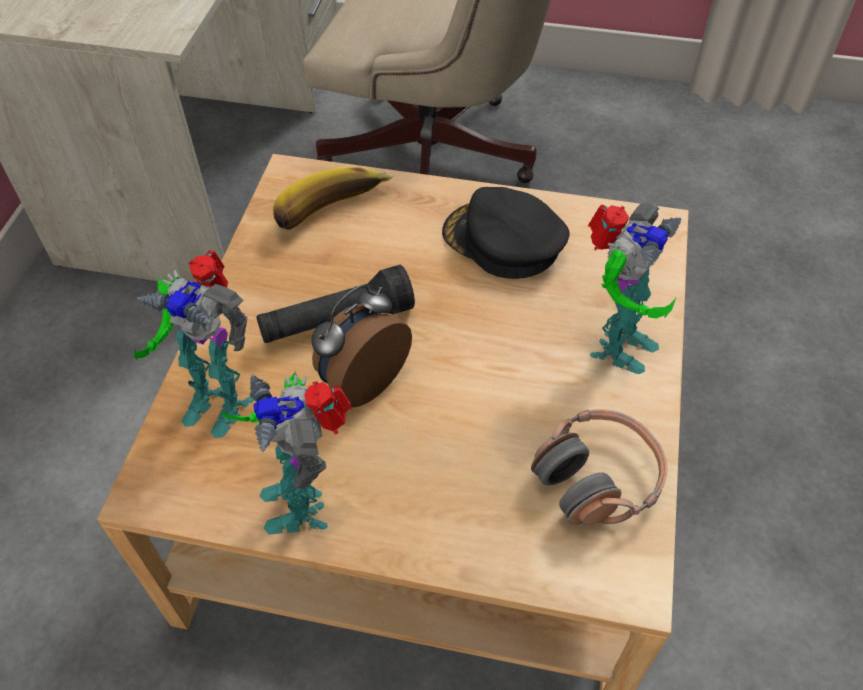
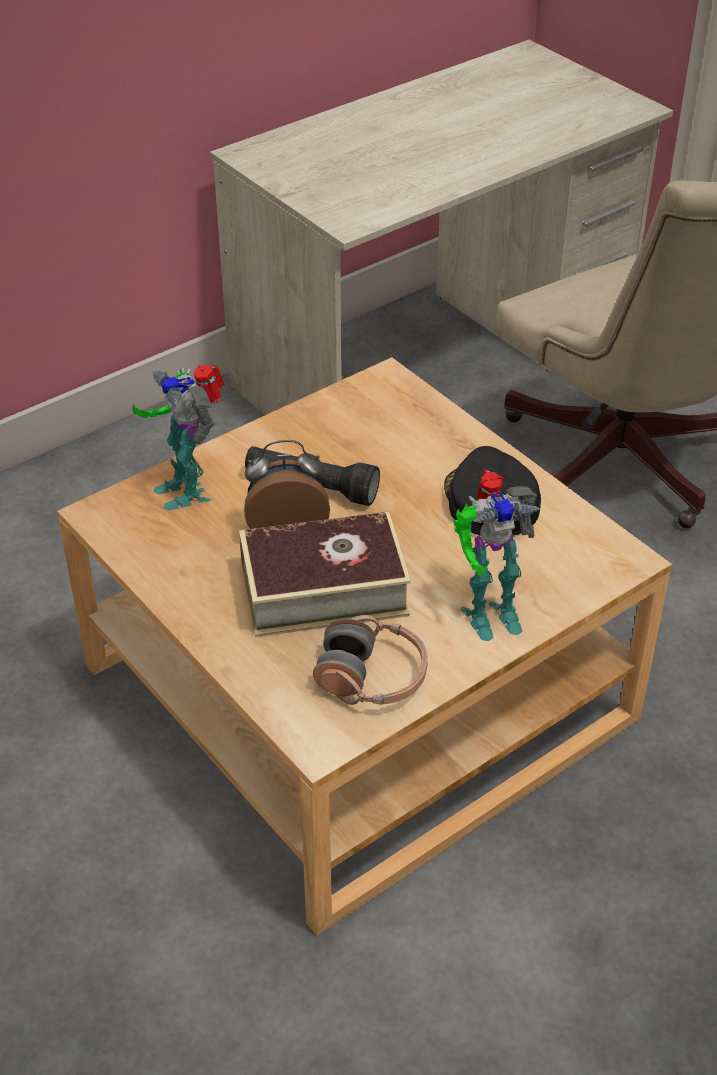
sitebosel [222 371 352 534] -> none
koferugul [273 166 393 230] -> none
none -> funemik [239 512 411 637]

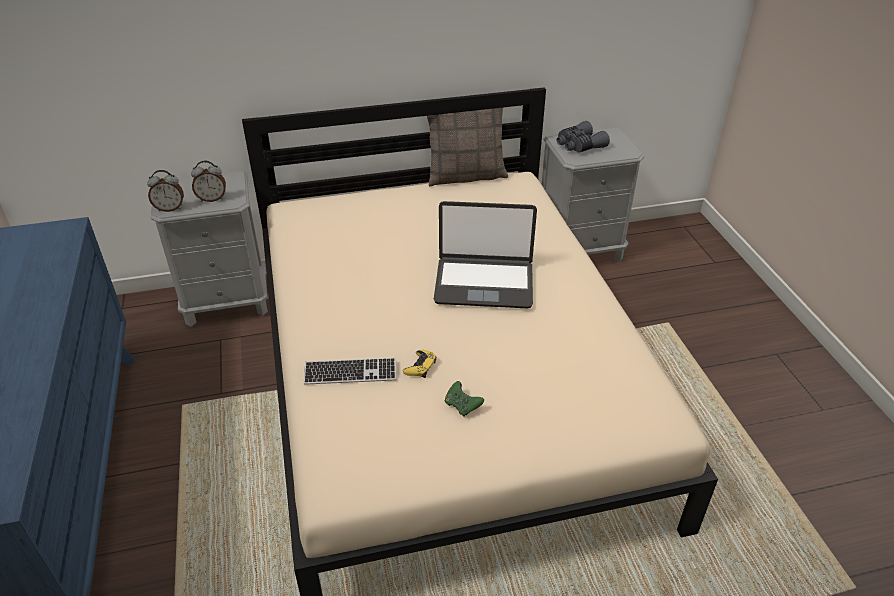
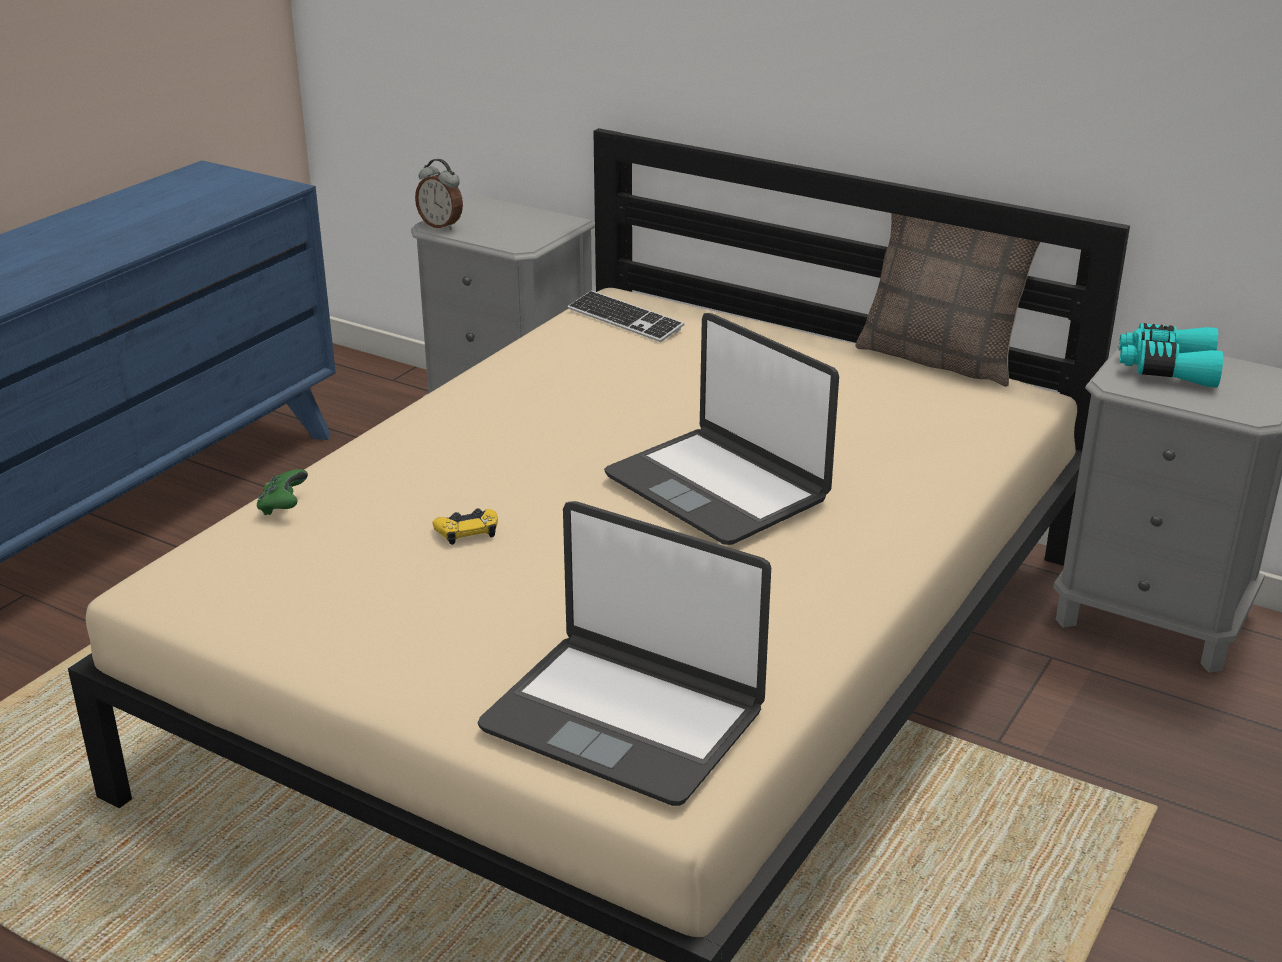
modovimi [191 161 226 202] -> none
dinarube [304 357 397 385] -> dinarube [567 290 685 342], relocated
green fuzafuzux [445 381 484 417] -> green fuzafuzux [257 469 308 515], relocated
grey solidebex [556 121 610 153] -> turquoise solidebex [1119 323 1223 388]
none -> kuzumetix [478 501 771 806]

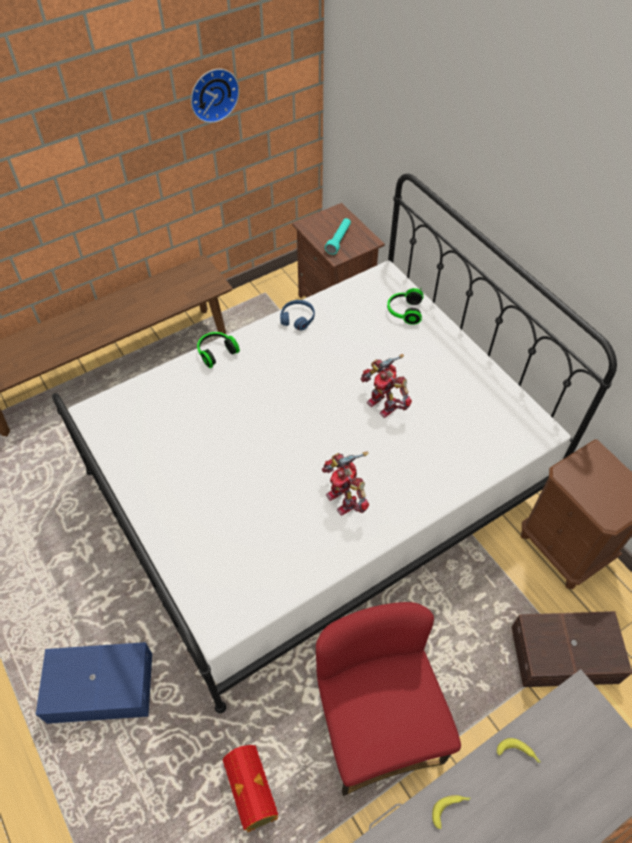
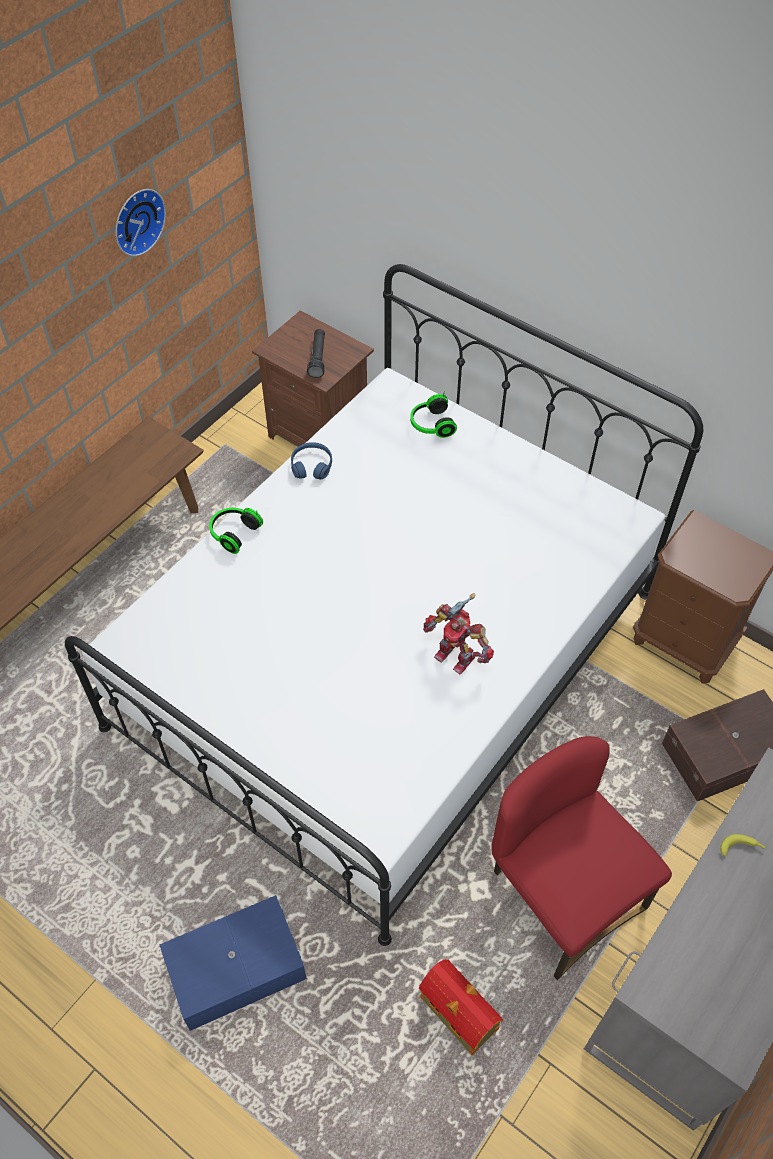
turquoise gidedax [325 218 351 255] -> black gidedax [307 329 325 378]
sitebosel [361 354 412 418] -> none
koferugul [432 795 471 829] -> none

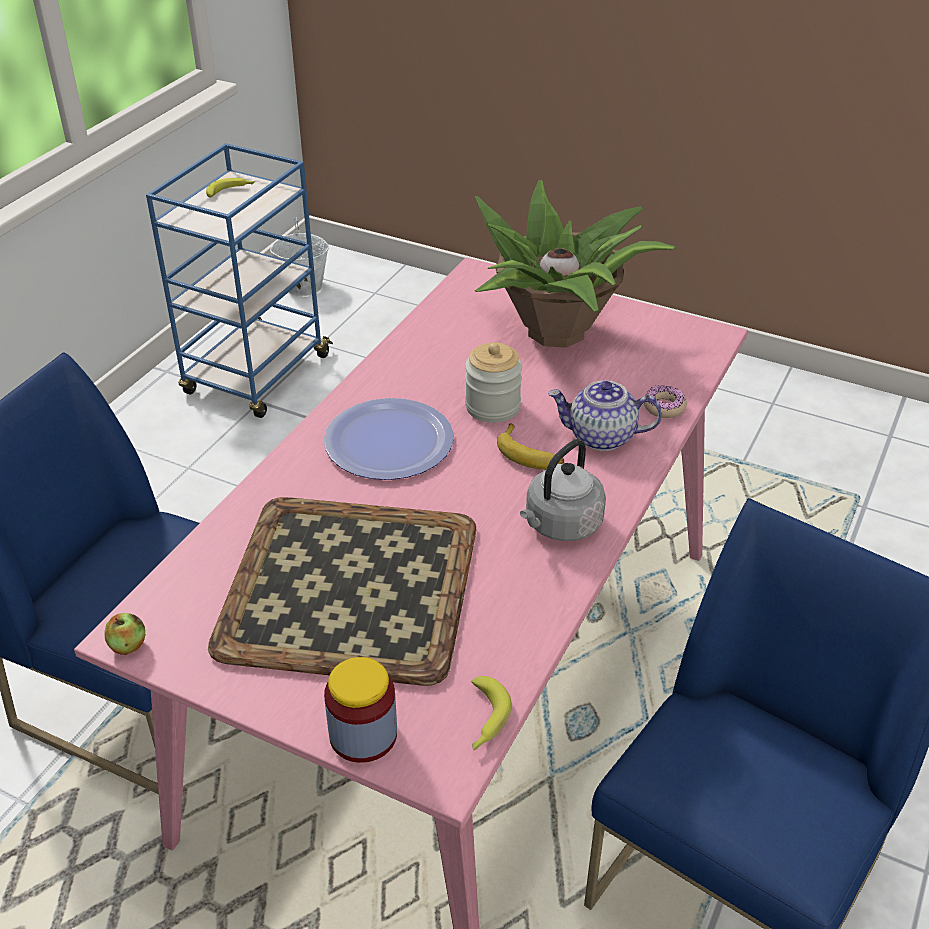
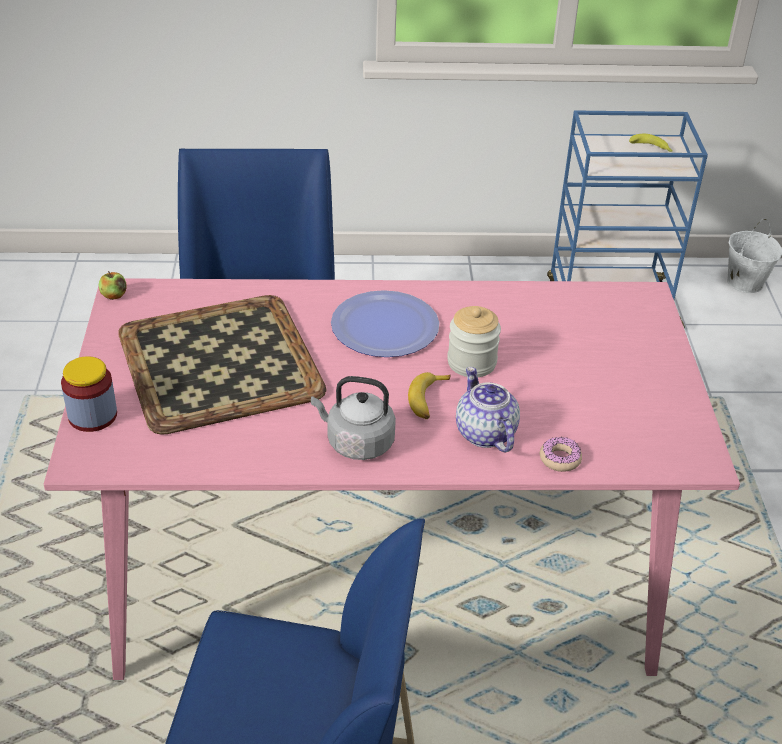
koferugul [471 676 512 750] -> none
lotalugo [475 180 675 348] -> none

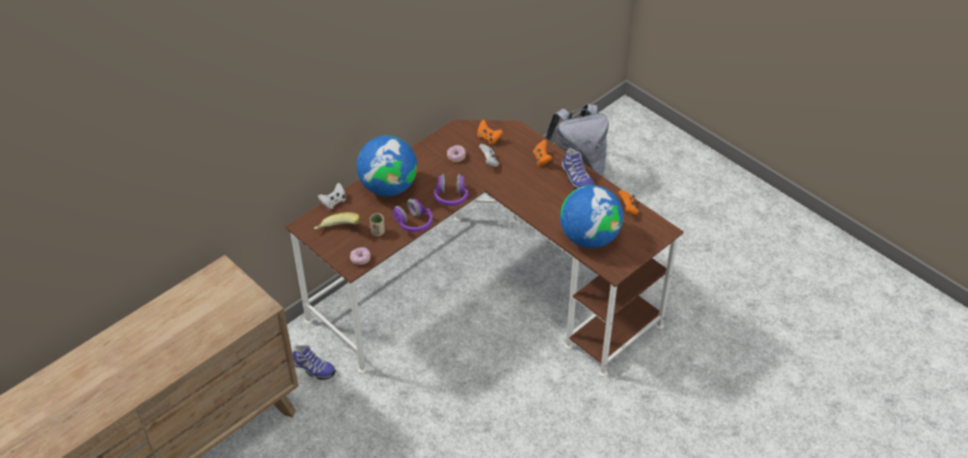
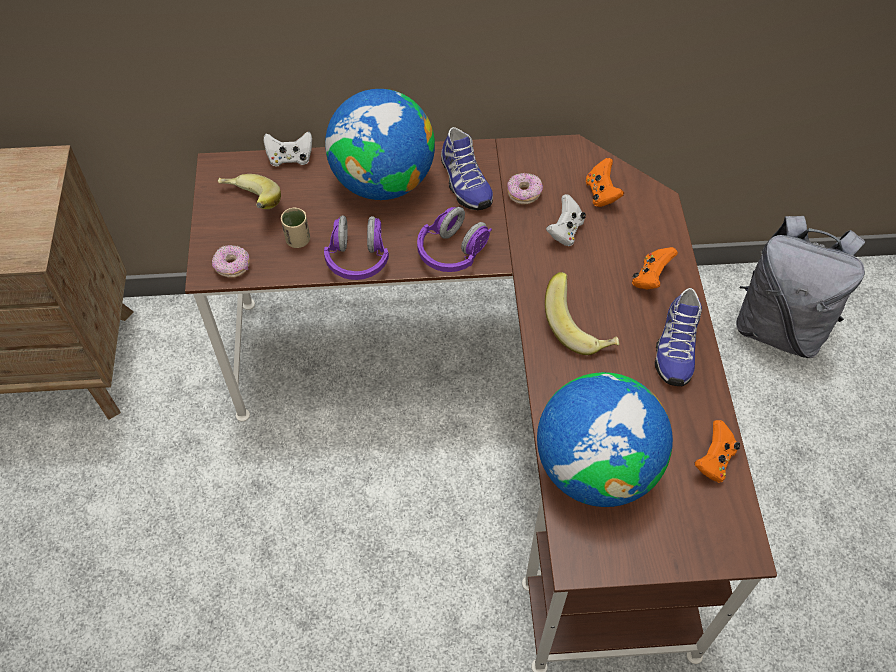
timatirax [293 345 336 380] -> timatirax [441 127 493 210], relocated
none -> koferugul [545 272 619 355]

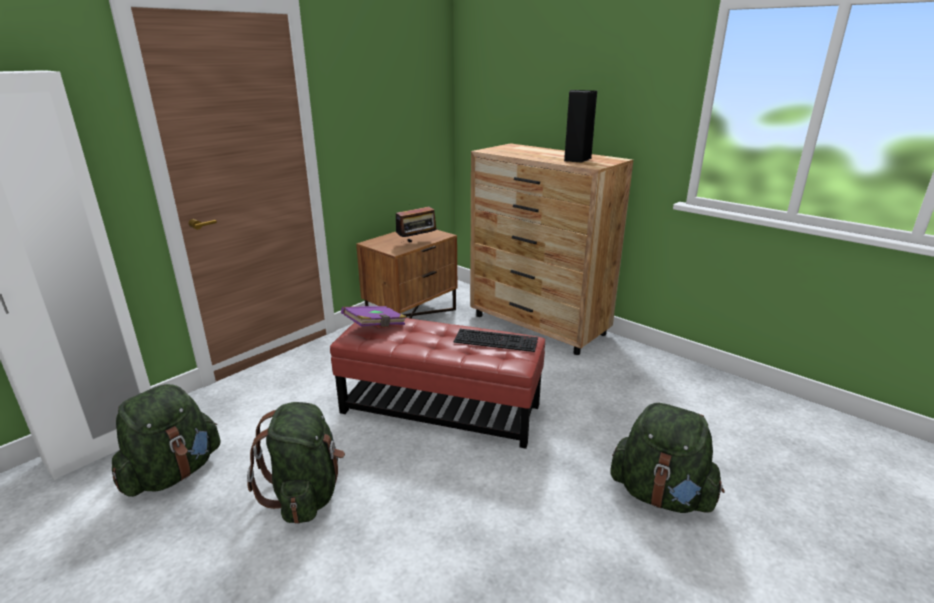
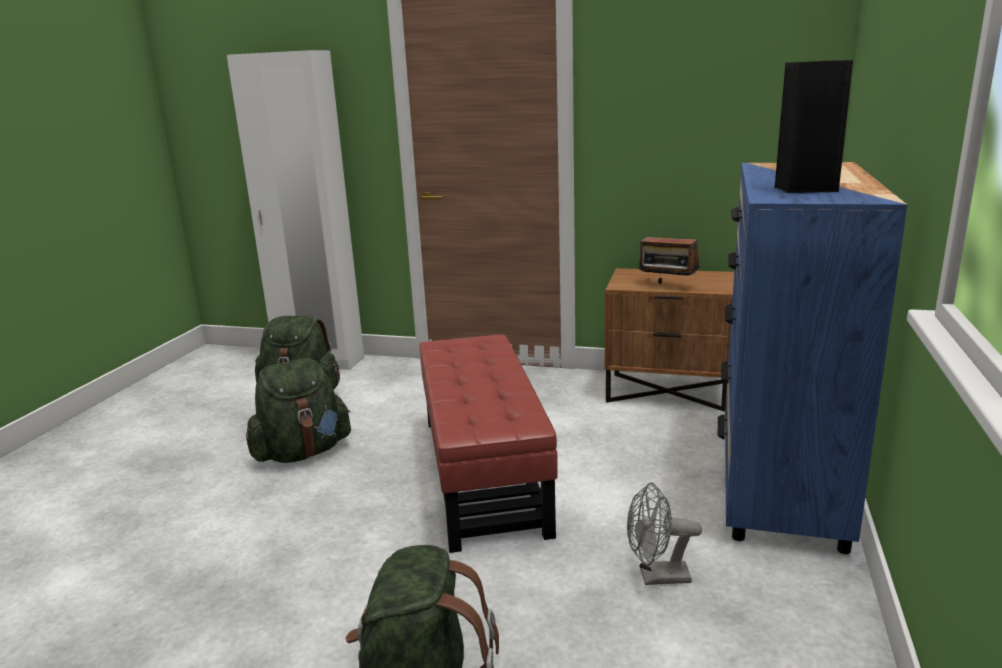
purple funemik [341 306 407 327] -> none
dinarube [454 329 538 352] -> none
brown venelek [470 143 633 355] -> blue venelek [718 162 907 554]
none -> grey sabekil [627 482 702 585]

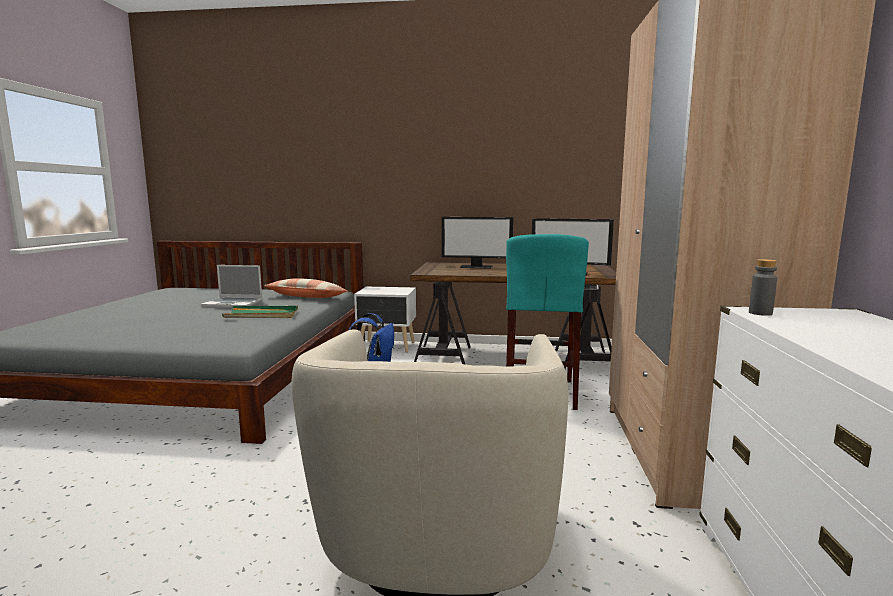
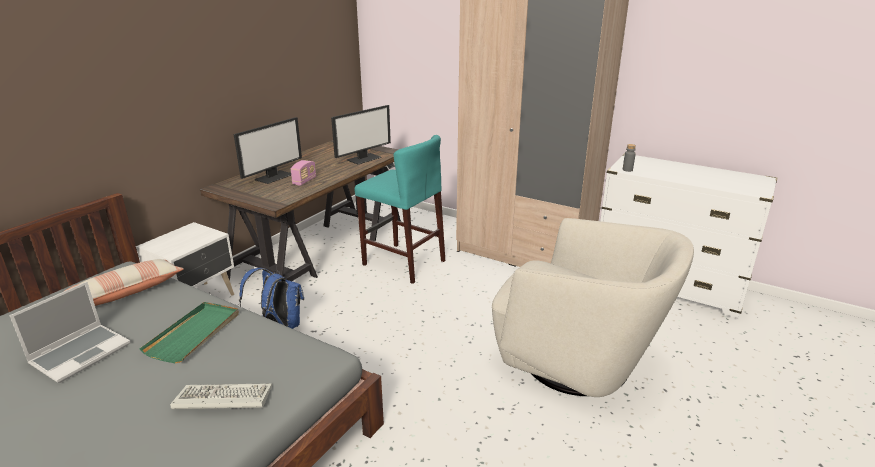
none -> dinarube [170 383 272 409]
none -> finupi [291 160 316 185]

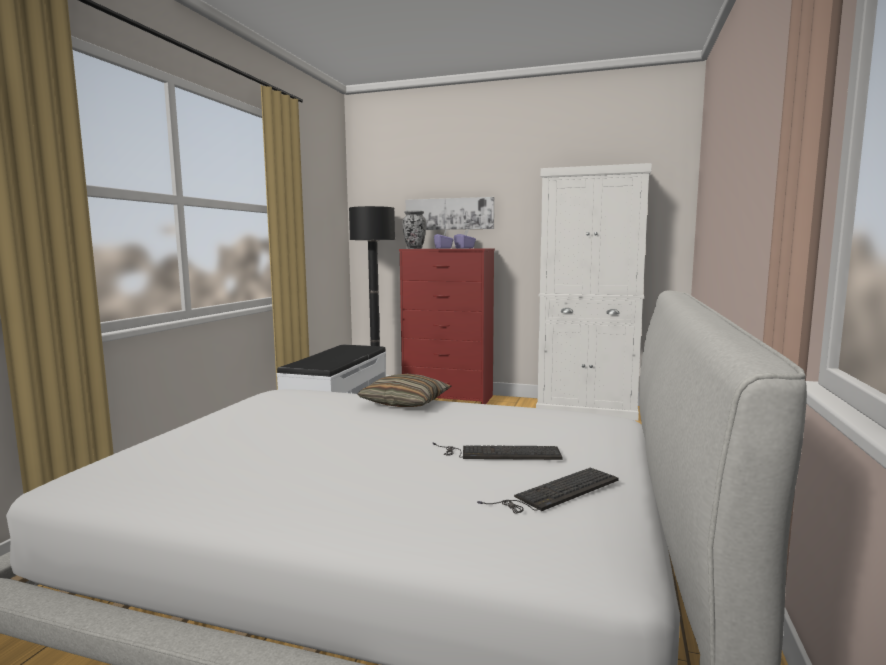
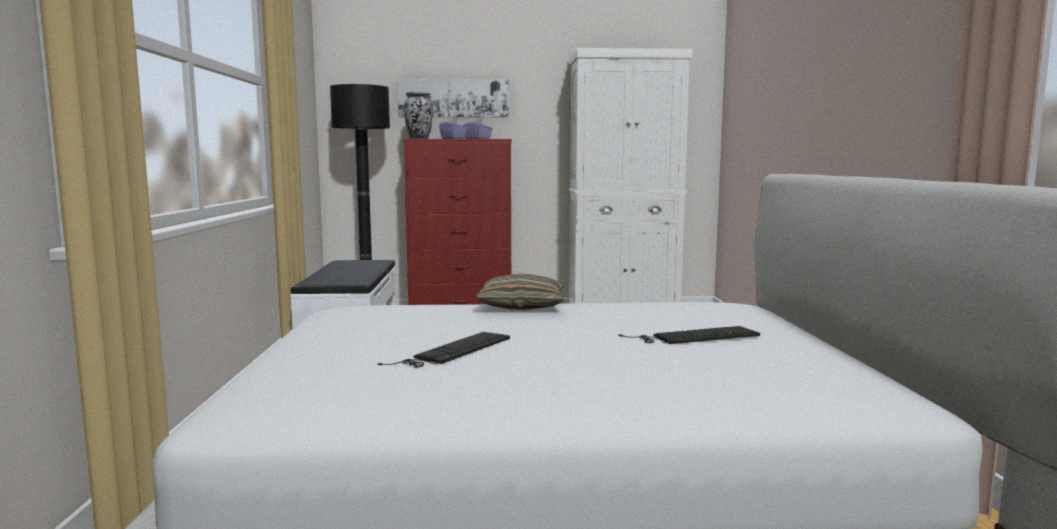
dinarube [477 468 618 513] -> dinarube [377 332 510 368], relocated

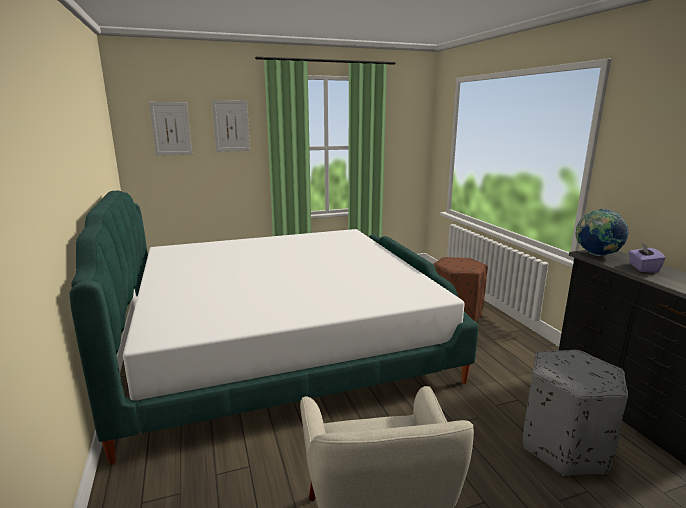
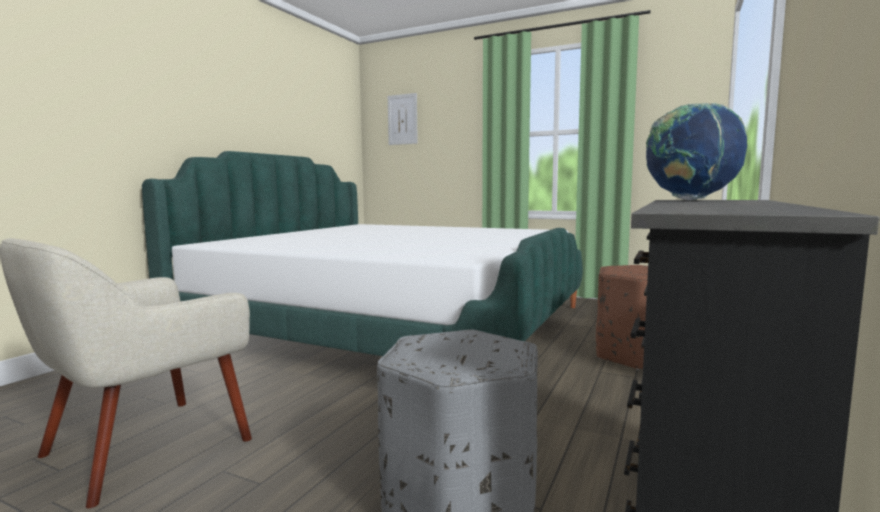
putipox [212 100 250 152] -> none
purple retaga [629 242 665 273] -> none

